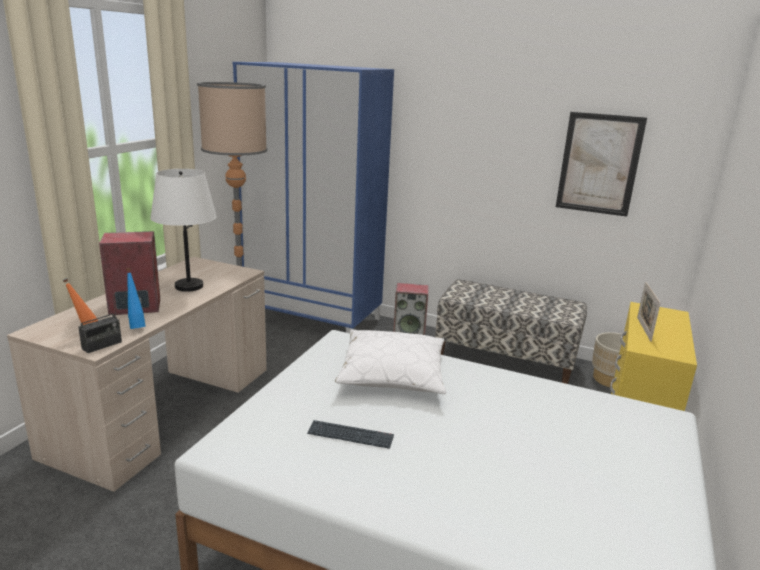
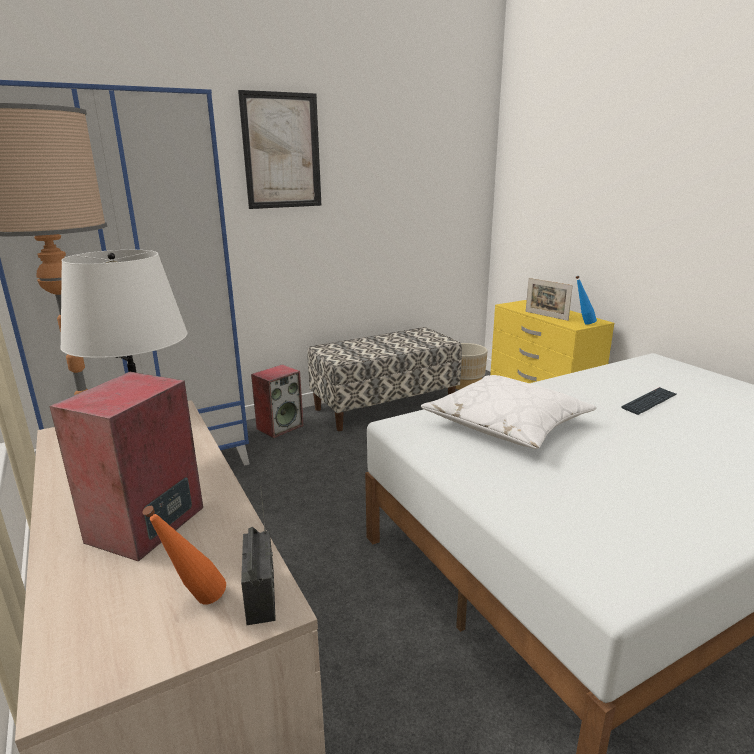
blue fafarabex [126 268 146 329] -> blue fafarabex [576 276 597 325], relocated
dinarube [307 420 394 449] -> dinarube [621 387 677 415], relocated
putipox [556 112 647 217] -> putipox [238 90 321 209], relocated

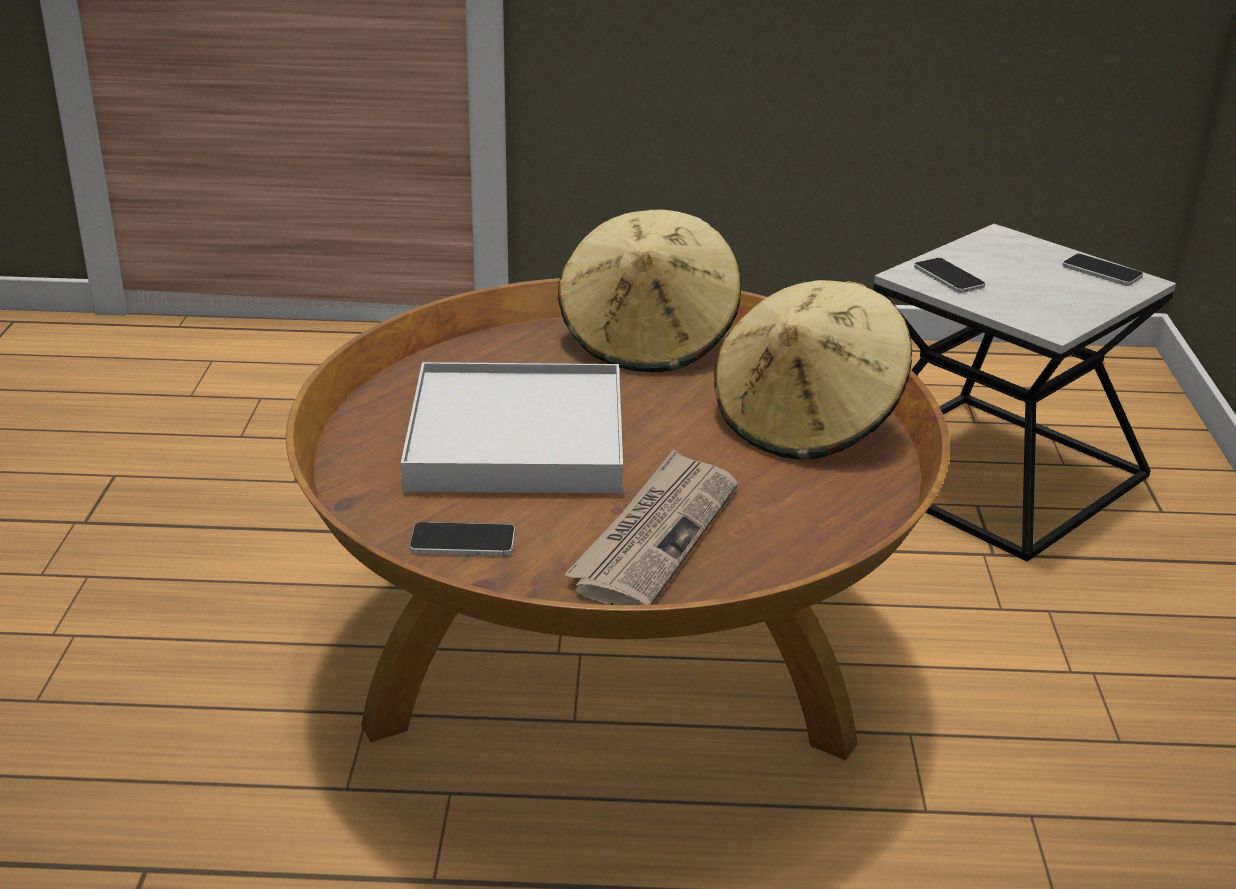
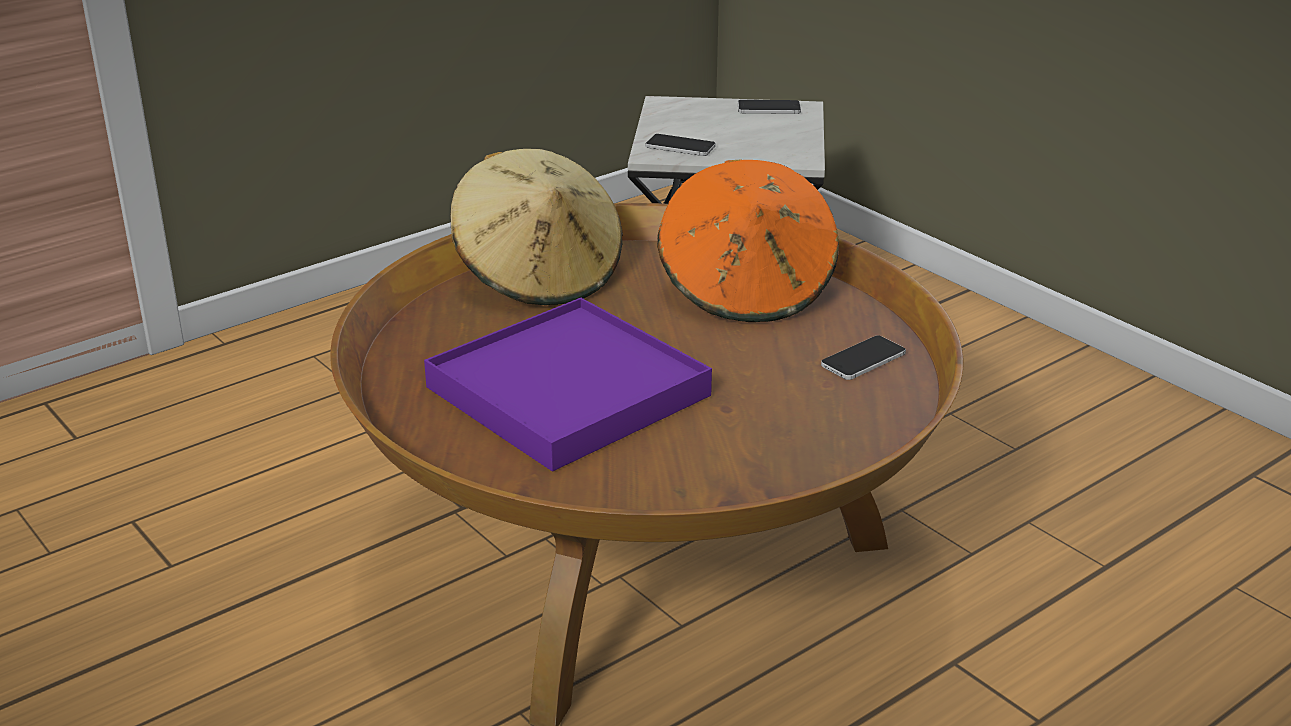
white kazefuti [401 362 623 494] -> purple kazefuti [424 298 712 472]
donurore [409 522 515 556] -> donurore [821 335 906 380], relocated
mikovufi [564 449 738 605] -> none
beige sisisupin [714 280 912 460] -> orange sisisupin [657 159 839 322]

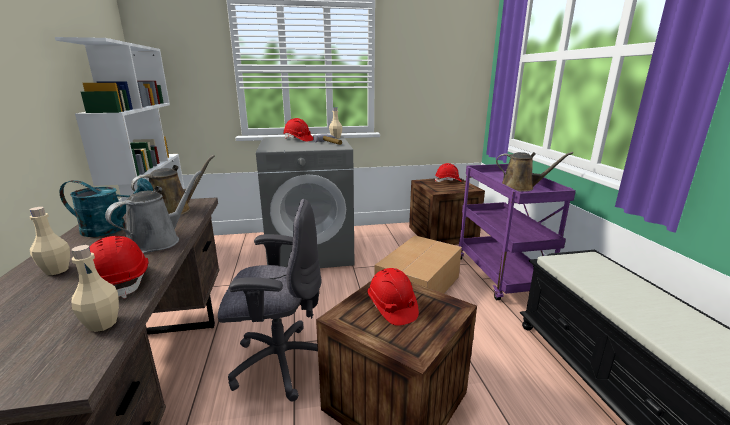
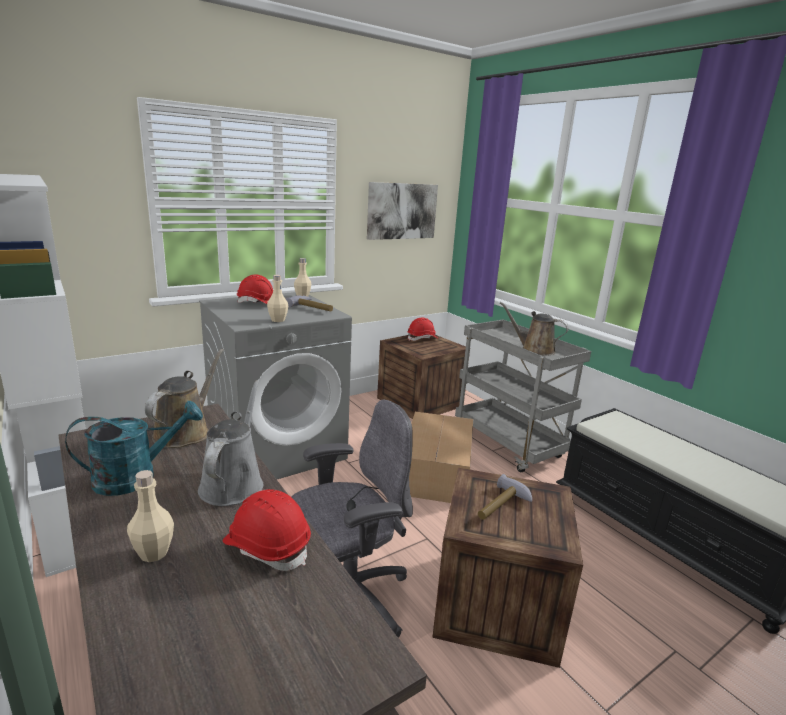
beige fafarabex [72 245 119 332] -> beige fafarabex [267 275 288 322], relocated
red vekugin [367 268 419 326] -> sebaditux [478 474 532 520]
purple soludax [459 164 576 300] -> grey soludax [455 319 591 472]
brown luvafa [496 152 573 191] -> brown luvafa [500 302 569 355], 150 degrees counterclockwise
none -> putipox [367 182 438 240]

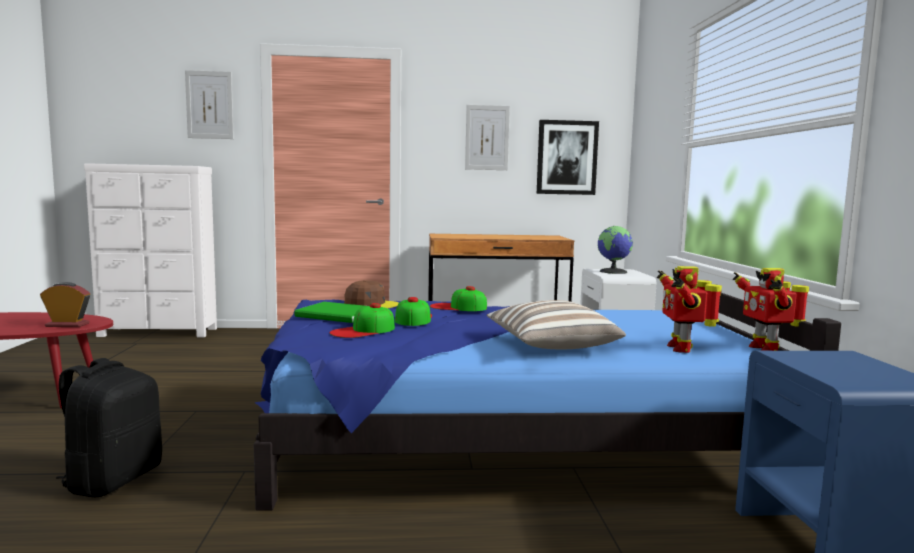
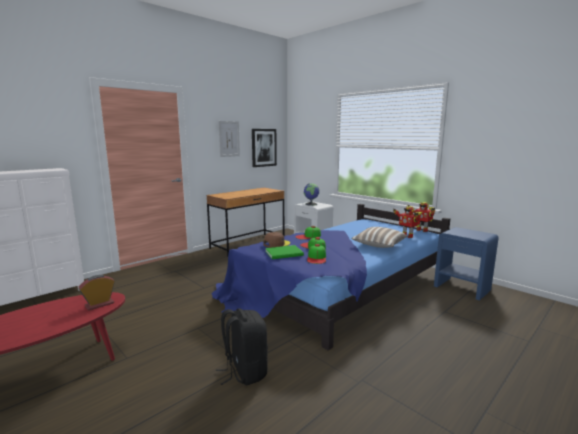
putipox [185 70 234 139] -> none

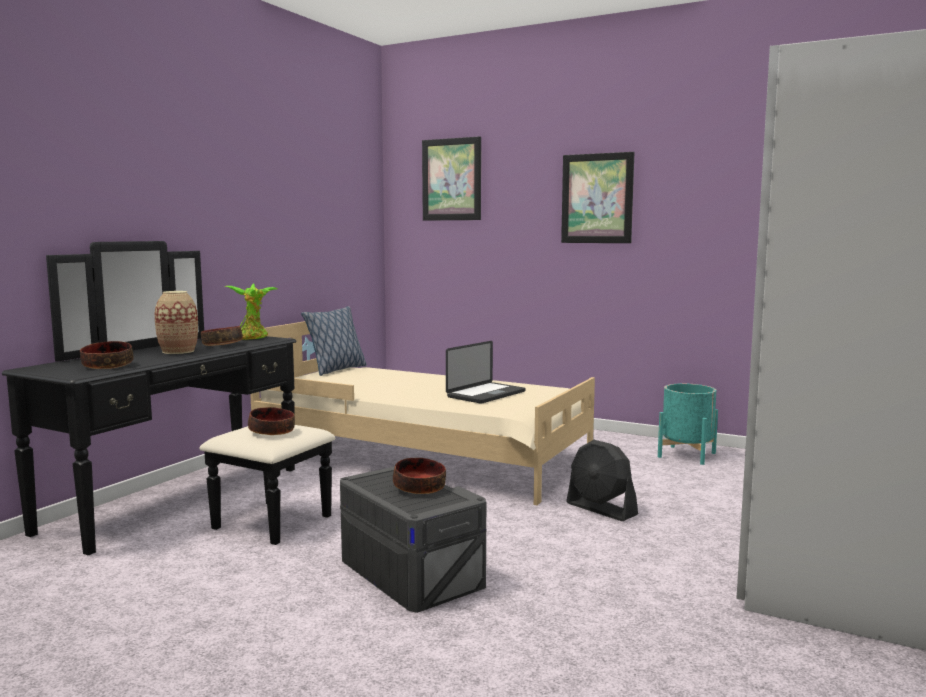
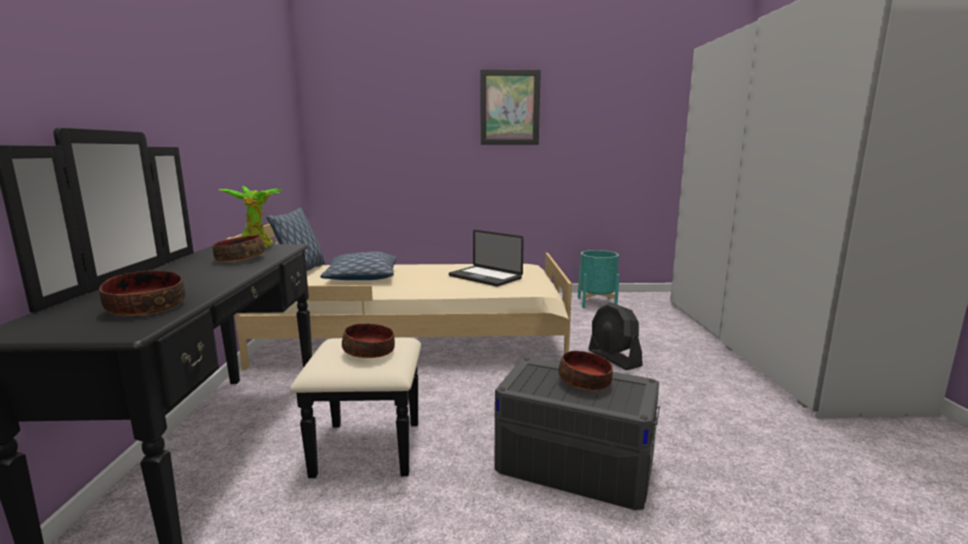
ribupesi [154 291 198 354] -> none
putipox [422 136 481 221] -> none
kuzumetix [446 341 526 404] -> kuzumetix [449 230 524 287], 120 degrees clockwise
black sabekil [566 440 638 521] -> black sabekil [588 302 643 370], 45 degrees clockwise
none -> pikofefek [320 251 397 280]

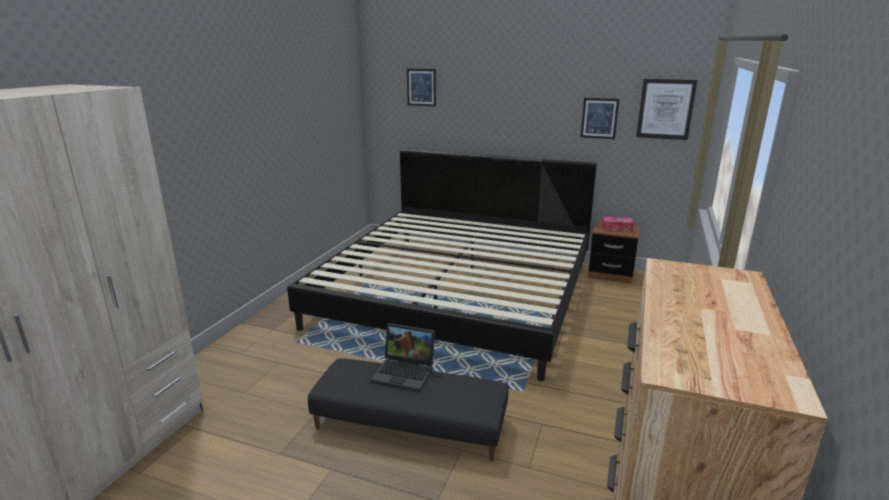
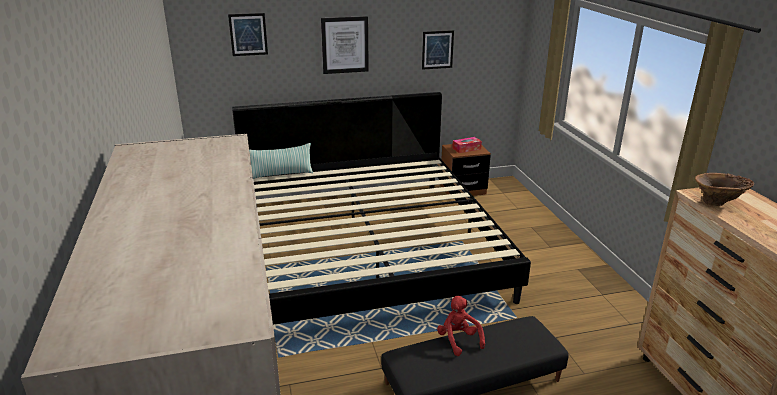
kuzumetix [371 323 435 392] -> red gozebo [437 296 485 356]
putipox [636 79 697 140] -> putipox [321 16 369 74], relocated
none -> pikofefek [249 143 313 179]
none -> brown ribupesi [695 173 754 206]

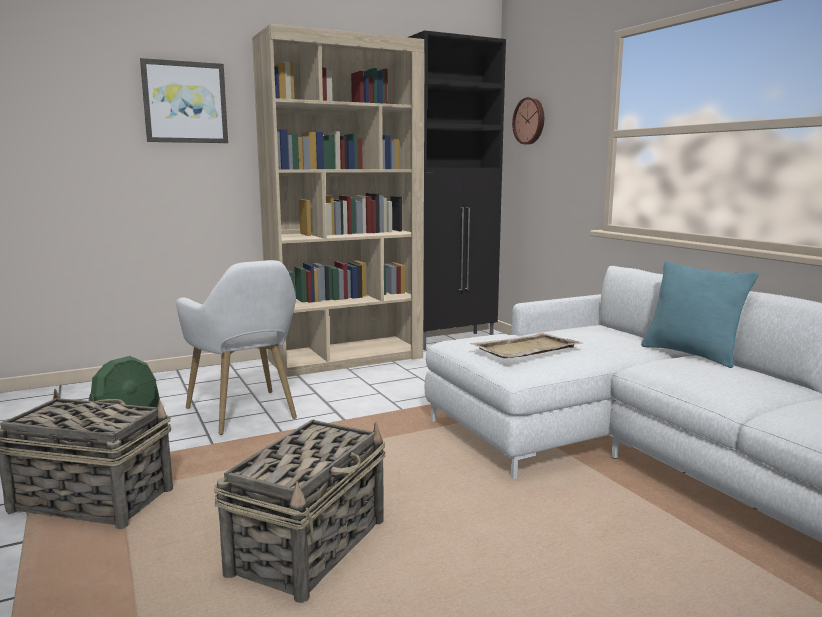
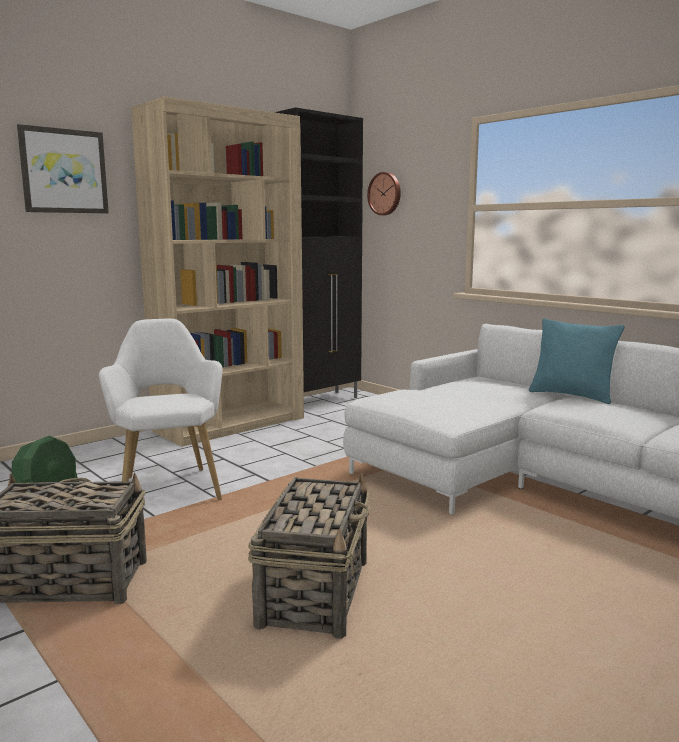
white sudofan [176 260 297 435] -> white sudofan [99 319 222 500], 150 degrees counterclockwise
beige kazefuti [470 333 582 358] -> none

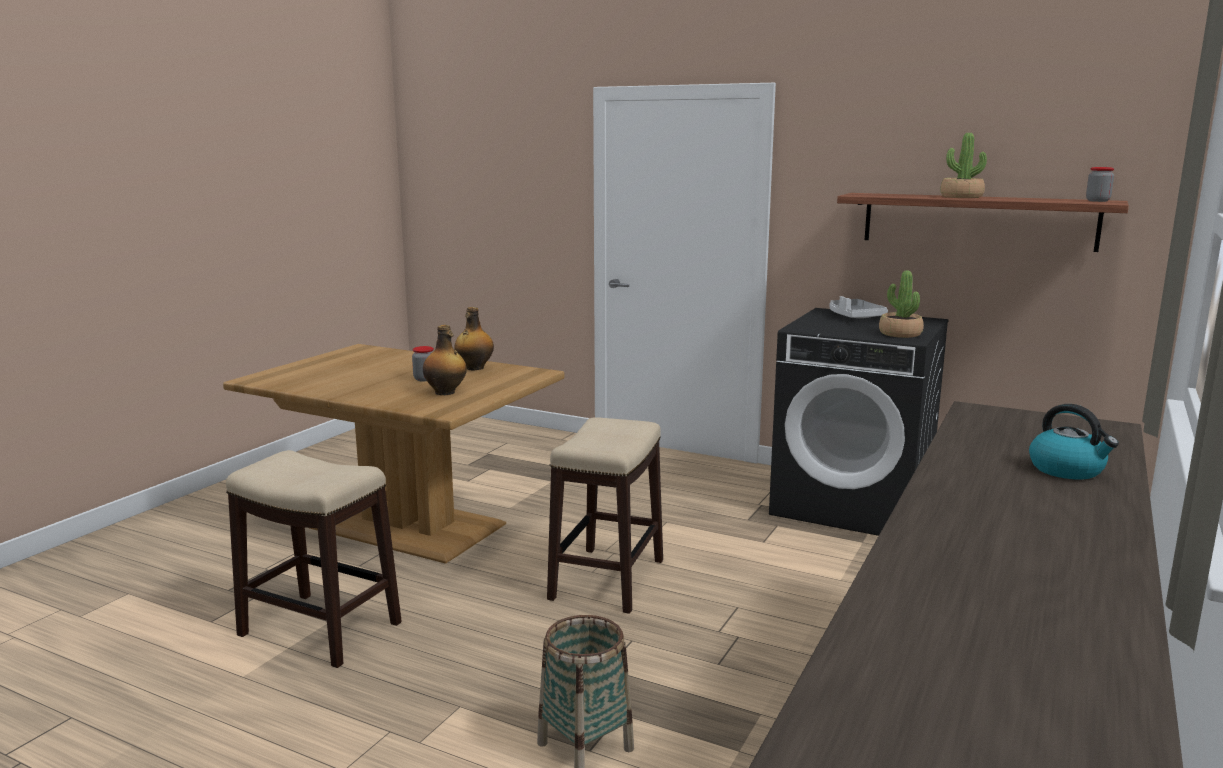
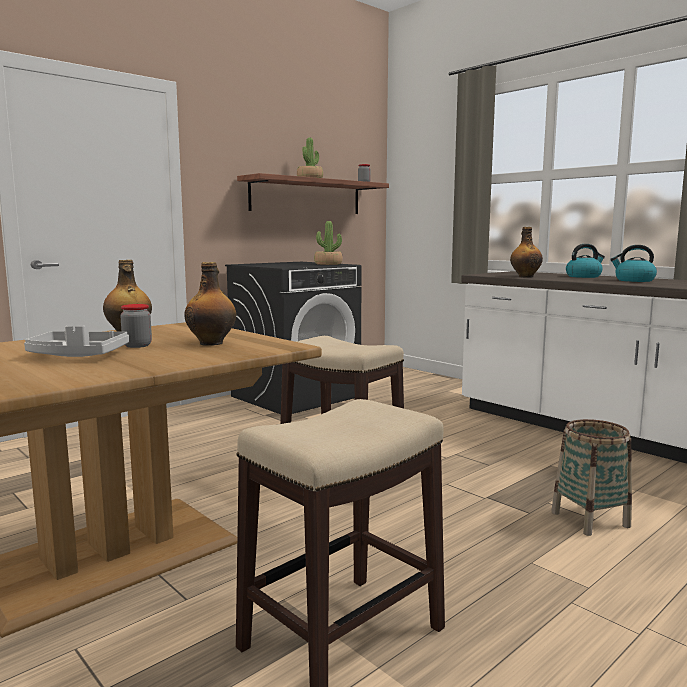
grey kazefuti [830 296 888 318] -> grey kazefuti [24 326 129 357], relocated
none -> fafarabex [510 227 543 278]
none -> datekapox [610 245 657 282]

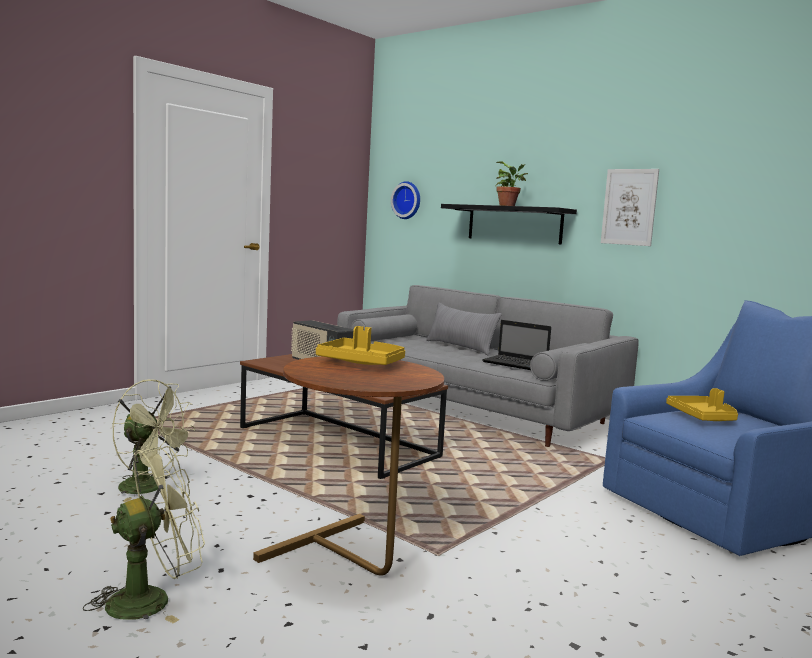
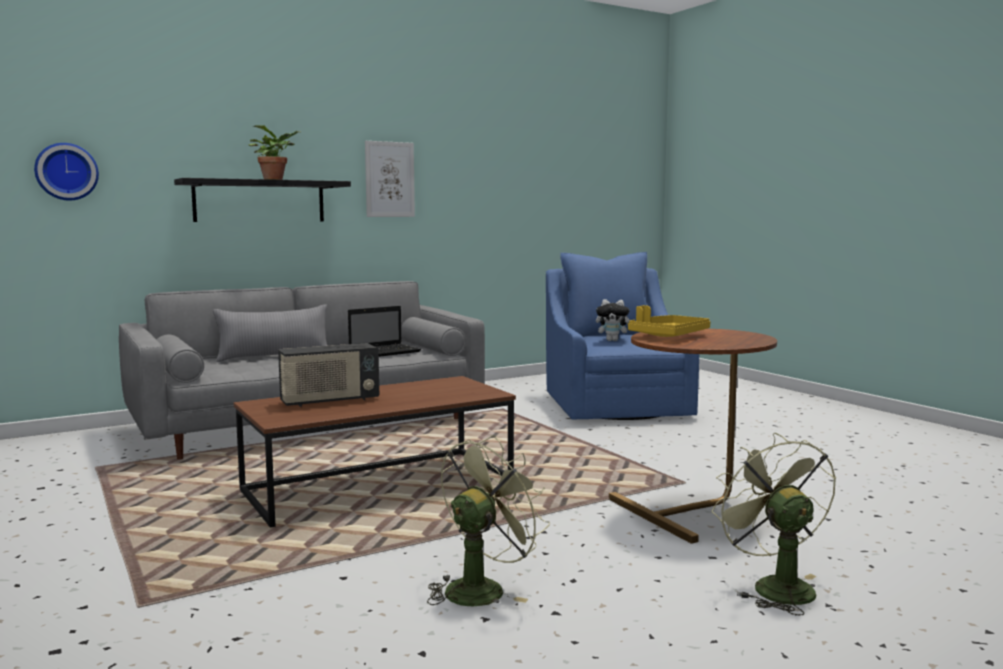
yellow kazefuti [666 388 738 421] -> gozebo [596 299 630 341]

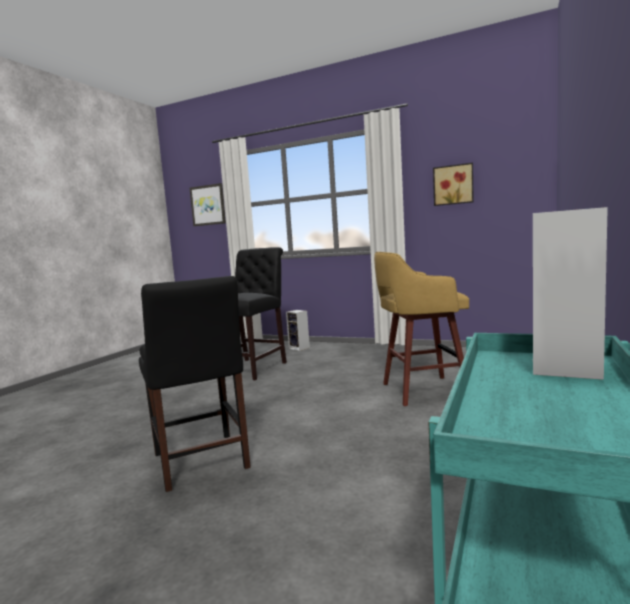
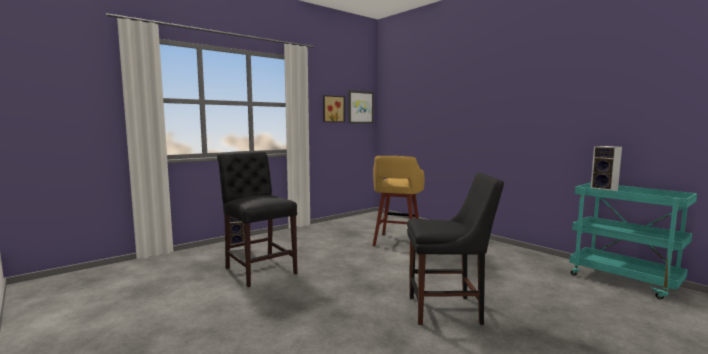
putipox [190 183 226 226] -> putipox [348 90 373 124], relocated

